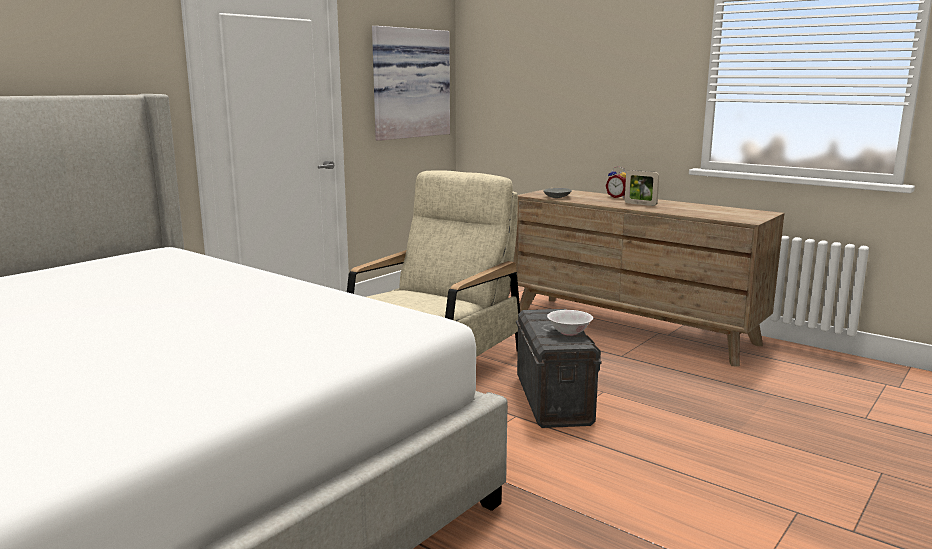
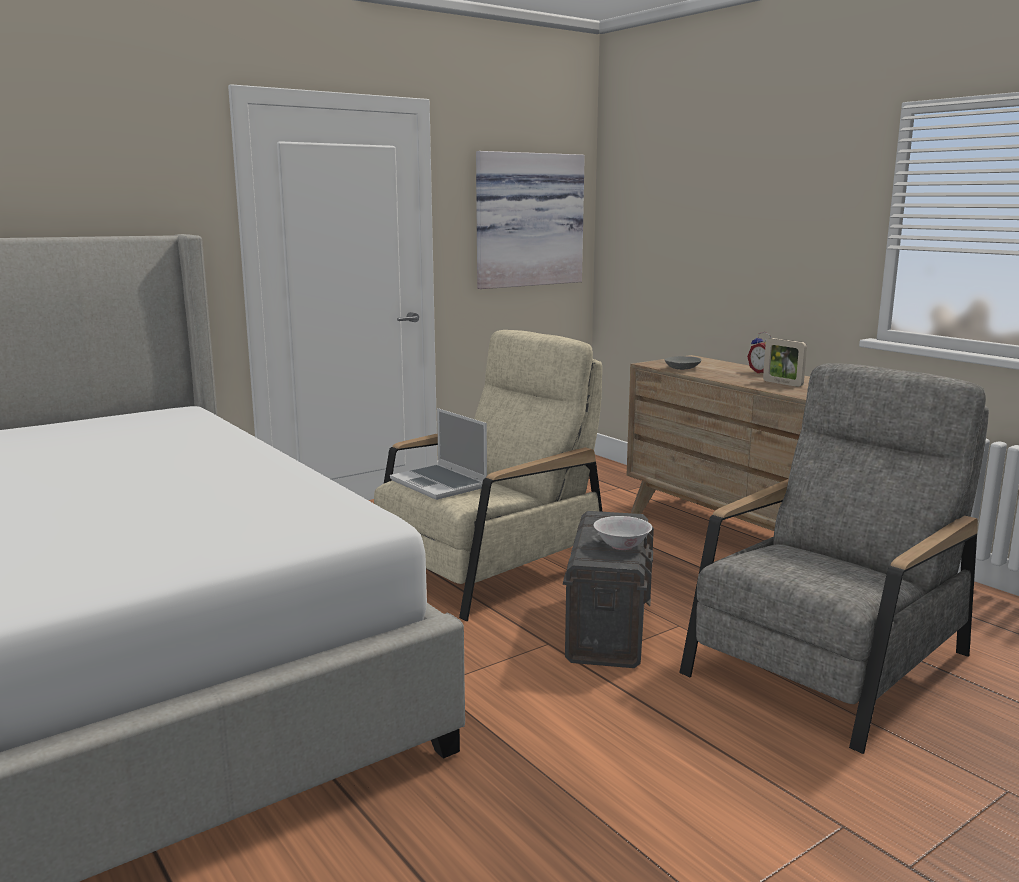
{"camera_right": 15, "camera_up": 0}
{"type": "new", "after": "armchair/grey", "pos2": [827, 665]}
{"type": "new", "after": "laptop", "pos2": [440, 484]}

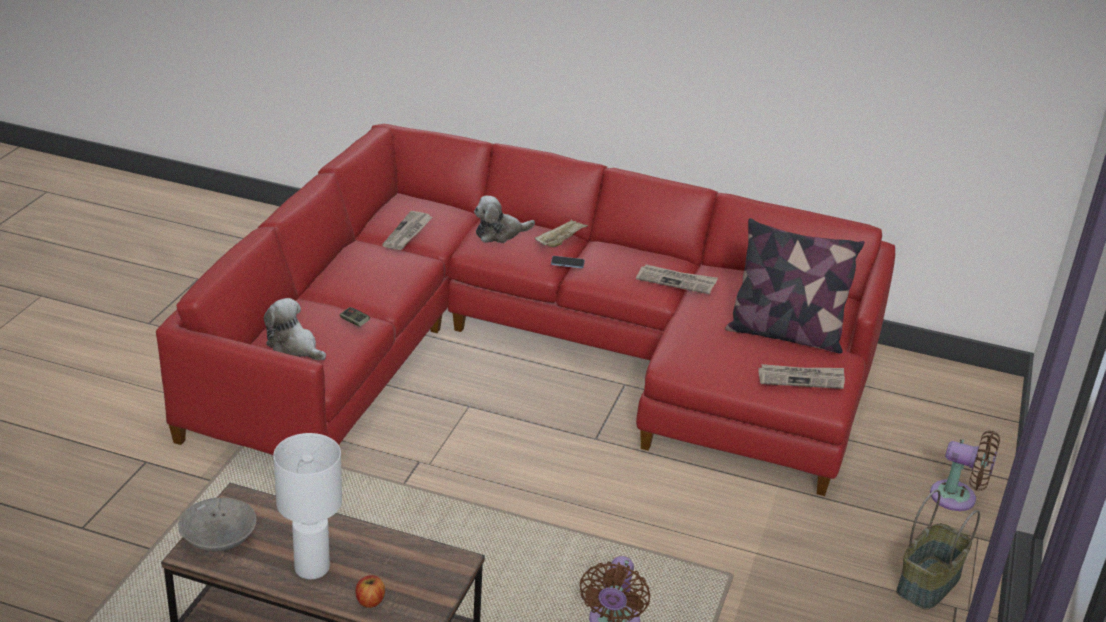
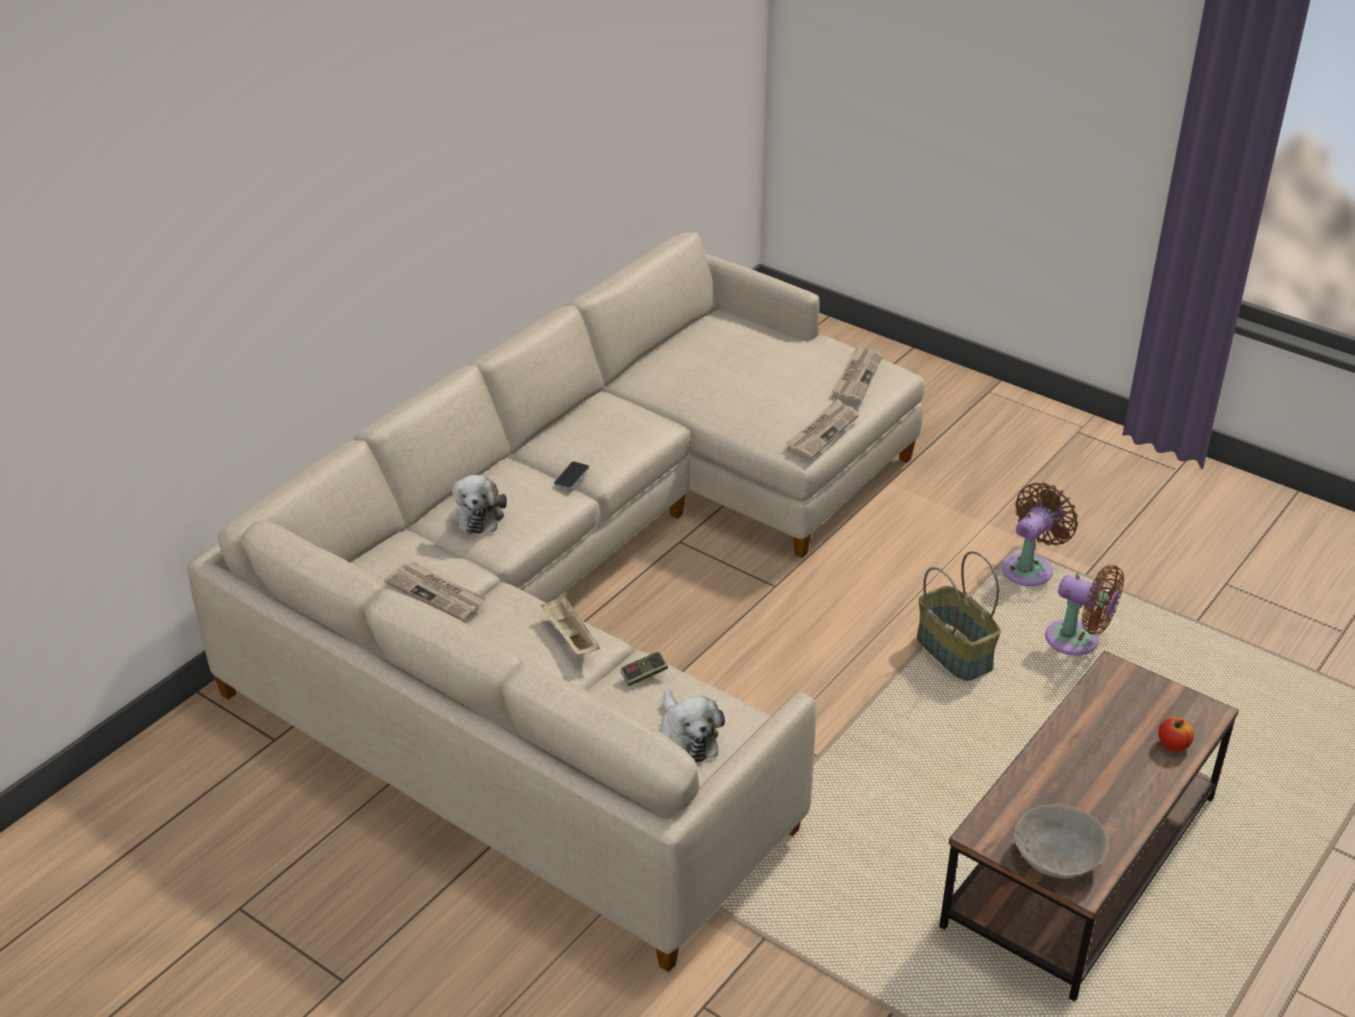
{"camera_right": -70, "camera_up": 5}
{"type": "repainted", "before": "sofa/red", "after": "sofa/beige", "pos1": [535, 354], "pos2": [592, 597]}
{"type": "shifted", "before": "tray/beige", "pos1": [560, 241], "pos2": [569, 637]}
{"type": "gone", "before": "pillow", "pos1": [785, 334]}
{"type": "shifted", "before": "newspaper", "pos1": [676, 281], "pos2": [821, 432]}
{"type": "rotated", "before": "plush toy", "pos1": [294, 347], "pos2": [686, 737], "turn": -75}
{"type": "shifted", "before": "fan/brown", "pos1": [958, 498], "pos2": [1030, 568]}
{"type": "gone", "before": "table lamp/white", "pos1": [313, 568]}
{"type": "shifted", "before": "basket", "pos1": [929, 584], "pos2": [955, 652]}

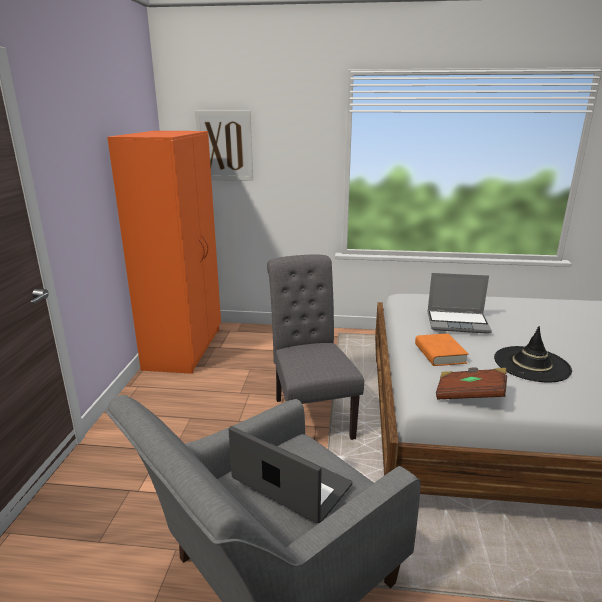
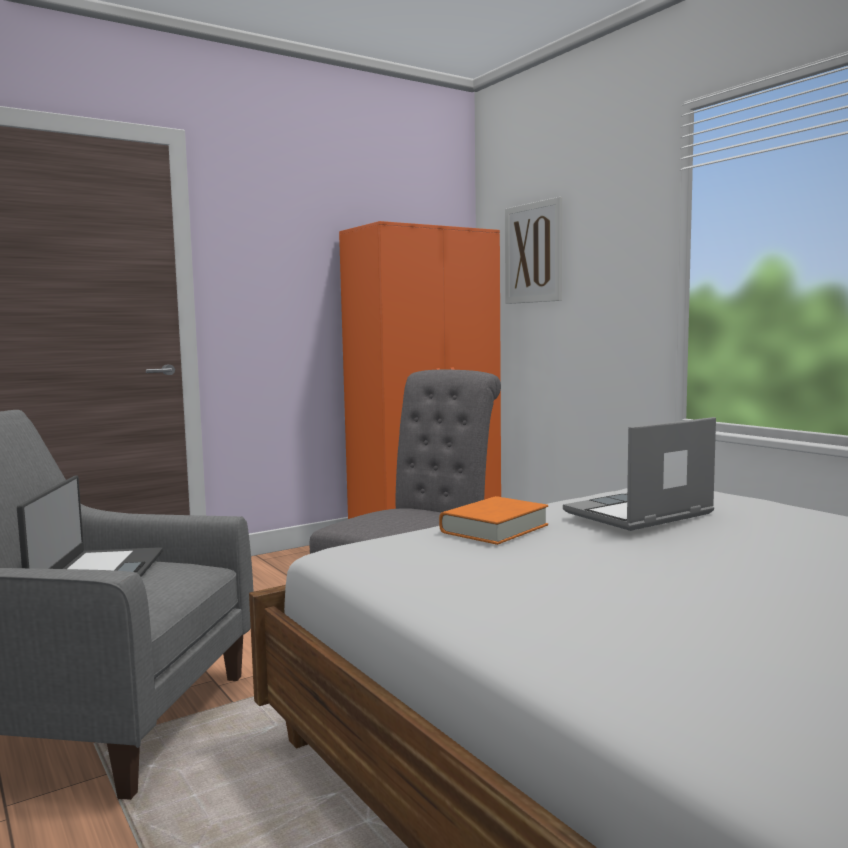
{"camera_right": 50, "camera_up": -15}
{"type": "rotated", "before": "laptop", "pos1": [458, 322], "pos2": [638, 514], "turn": 90}
{"type": "gone", "before": "hat/black", "pos1": [531, 364]}
{"type": "gone", "before": "book/brown", "pos1": [469, 395]}

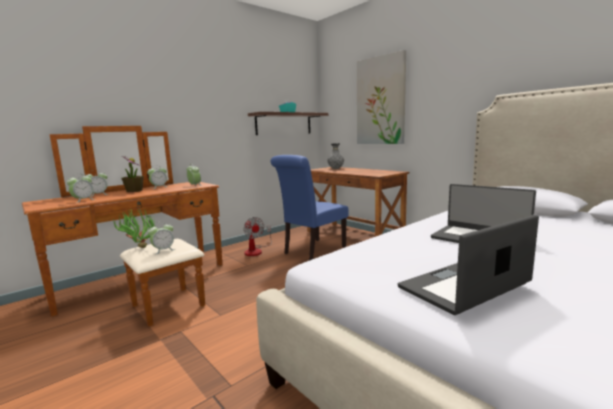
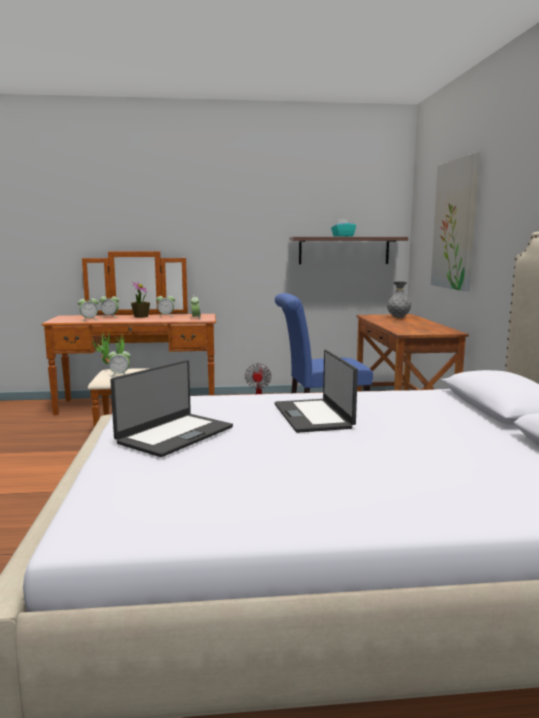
{"camera_right": 35, "camera_up": 0}
{"type": "rotated", "before": "laptop", "pos1": [465, 287], "pos2": [174, 435], "turn": 120}

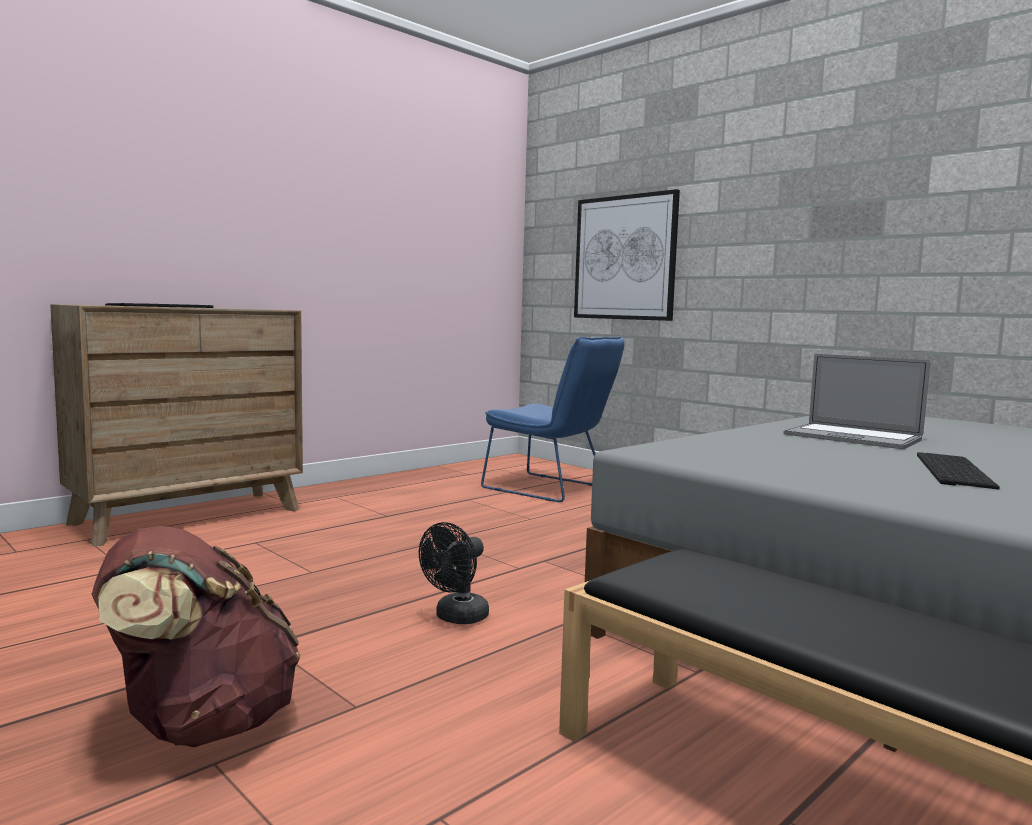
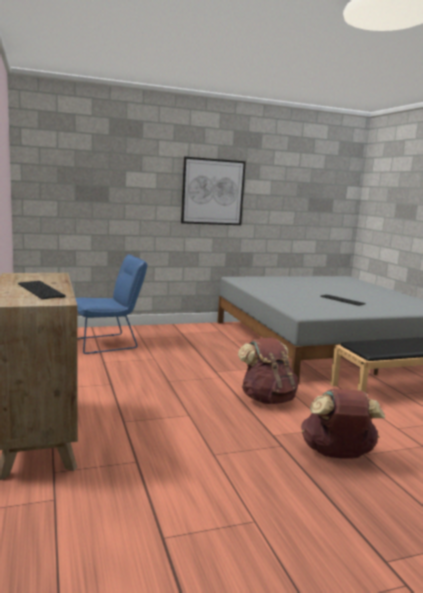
{"camera_right": -65, "camera_up": 5}
{"type": "shifted", "before": "picture", "pos1": [624, 258], "pos2": [213, 192]}
{"type": "gone", "before": "laptop", "pos1": [852, 437]}
{"type": "swapped", "before": "fan/black", "after": "backpack/brown", "pos1": [456, 618], "pos2": [267, 399]}

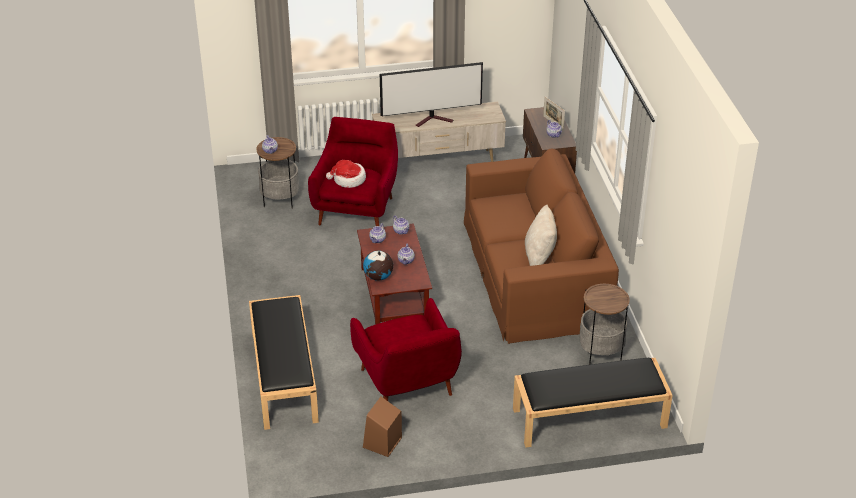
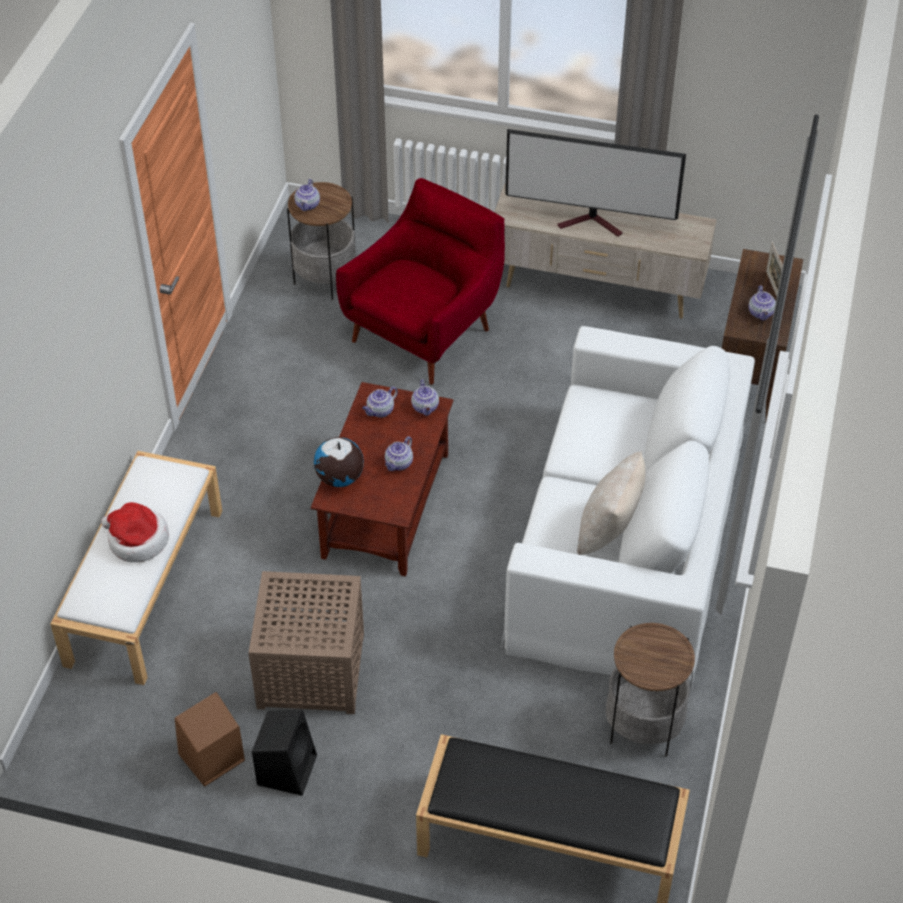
{"camera_right": 25, "camera_up": 10}
{"type": "repainted", "before": "sofa/brown", "after": "sofa/white", "pos1": [535, 273], "pos2": [628, 541]}
{"type": "shifted", "before": "hat", "pos1": [348, 179], "pos2": [137, 540]}
{"type": "repainted", "before": "bench/black", "after": "bench/white", "pos1": [283, 375], "pos2": [145, 584]}
{"type": "swapped", "before": "armchair/red", "after": "side table/brown", "pos1": [407, 386], "pos2": [309, 672]}
{"type": "new", "after": "speaker/black", "pos2": [287, 768]}

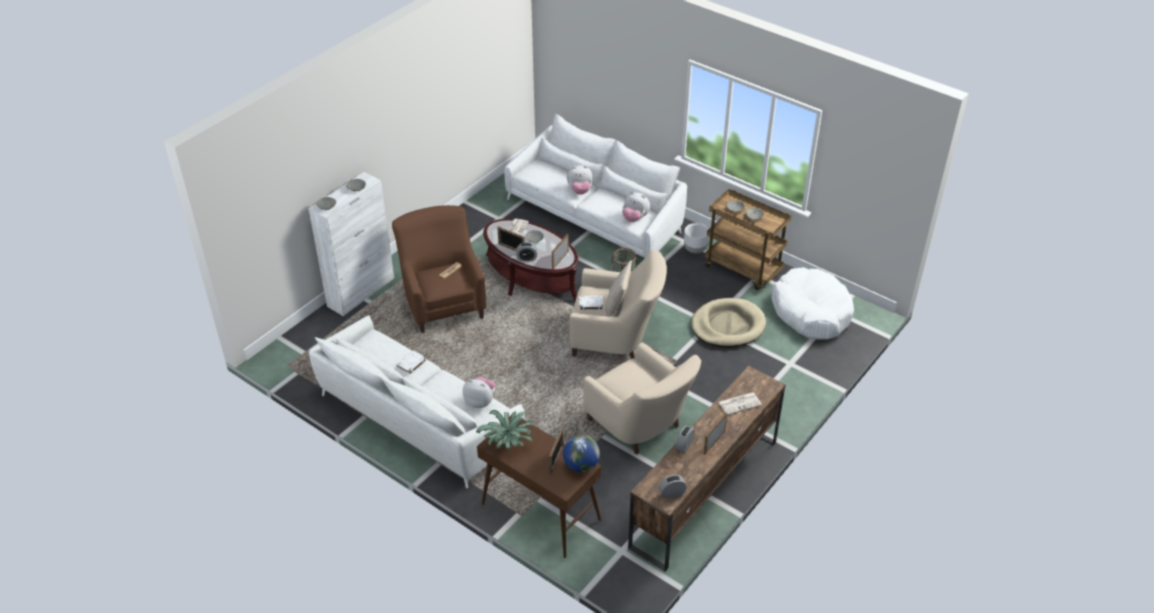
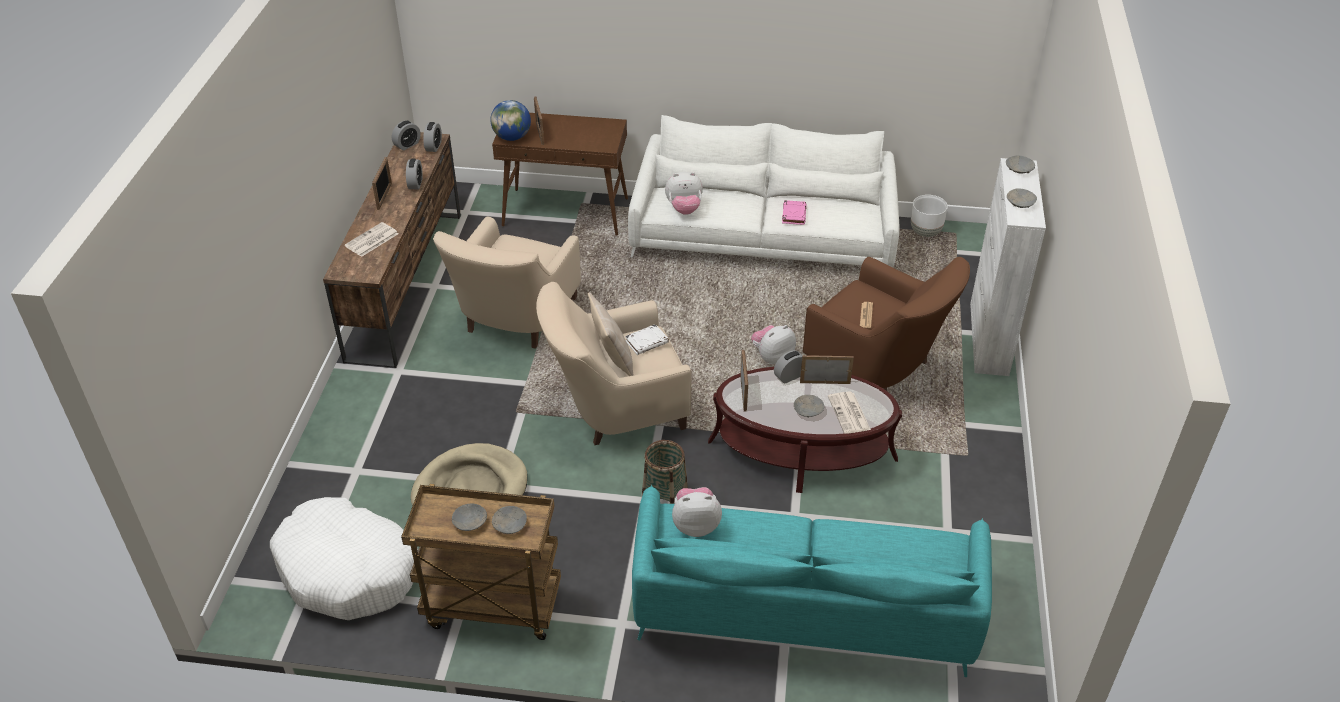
{"camera_right": 150, "camera_up": 0}
{"type": "repainted", "before": "sofa/white", "after": "sofa/turquoise", "pos1": [596, 216], "pos2": [804, 609]}
{"type": "shifted", "before": "plush toy", "pos1": [579, 190], "pos2": [772, 357]}
{"type": "shifted", "before": "planter/white", "pos1": [695, 250], "pos2": [925, 232]}
{"type": "rotated", "before": "armchair/beige", "pos1": [641, 426], "pos2": [514, 320], "turn": -90}
{"type": "repainted", "before": "book/white", "after": "book/pink", "pos1": [411, 364], "pos2": [793, 214]}
{"type": "gone", "before": "potted plant", "pos1": [508, 443]}
{"type": "new", "after": "alarm clock", "pos2": [434, 146]}

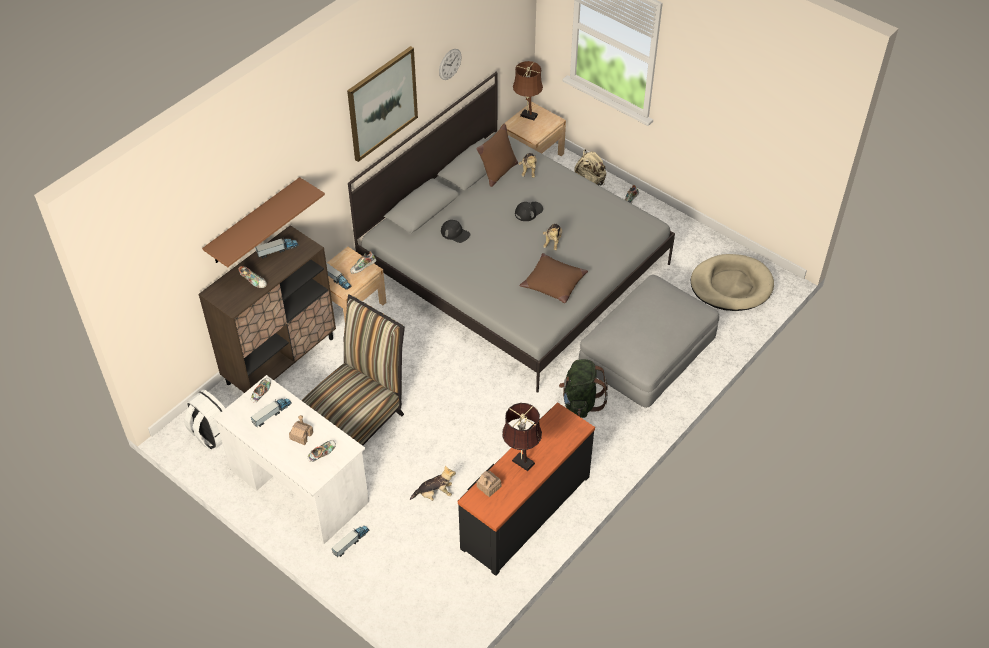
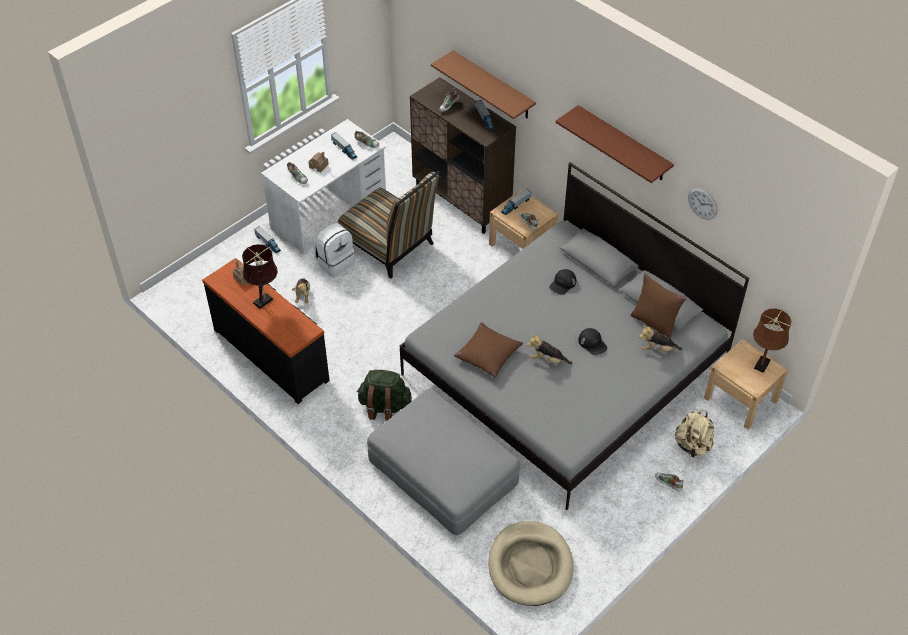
{"camera_right": 95, "camera_up": 0}
{"type": "swapped", "before": "picture", "after": "shelf/brown", "pos1": [382, 103], "pos2": [623, 144]}
{"type": "shifted", "before": "backpack/white", "pos1": [212, 433], "pos2": [335, 262]}

